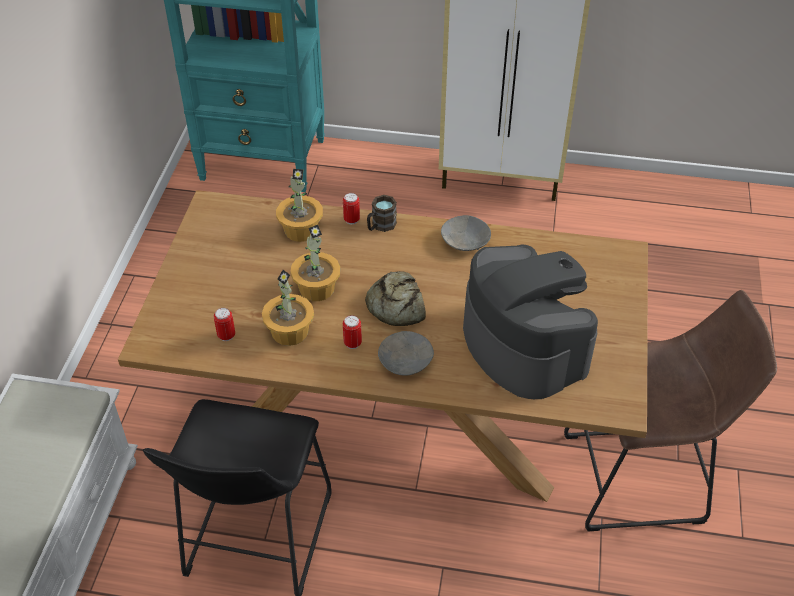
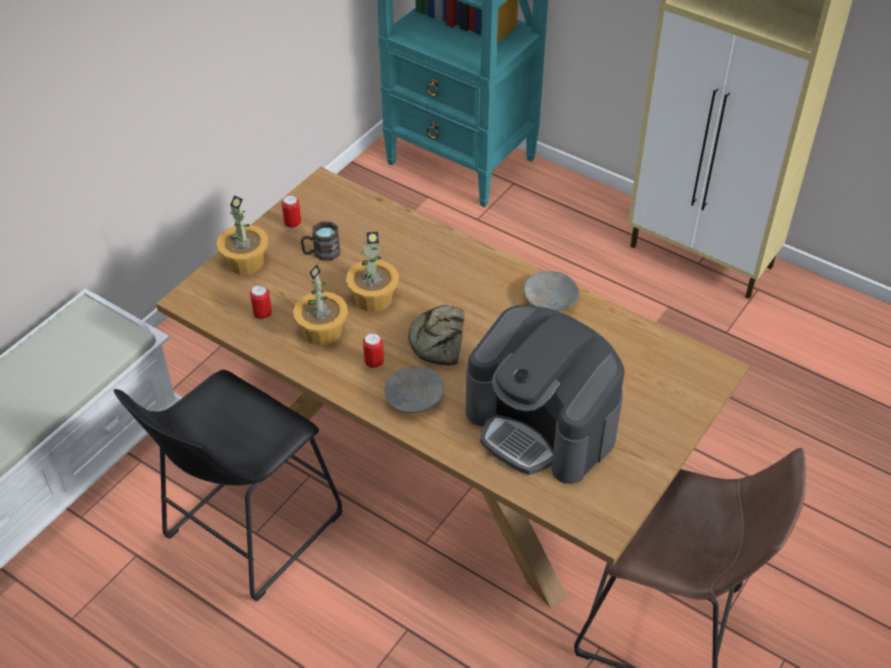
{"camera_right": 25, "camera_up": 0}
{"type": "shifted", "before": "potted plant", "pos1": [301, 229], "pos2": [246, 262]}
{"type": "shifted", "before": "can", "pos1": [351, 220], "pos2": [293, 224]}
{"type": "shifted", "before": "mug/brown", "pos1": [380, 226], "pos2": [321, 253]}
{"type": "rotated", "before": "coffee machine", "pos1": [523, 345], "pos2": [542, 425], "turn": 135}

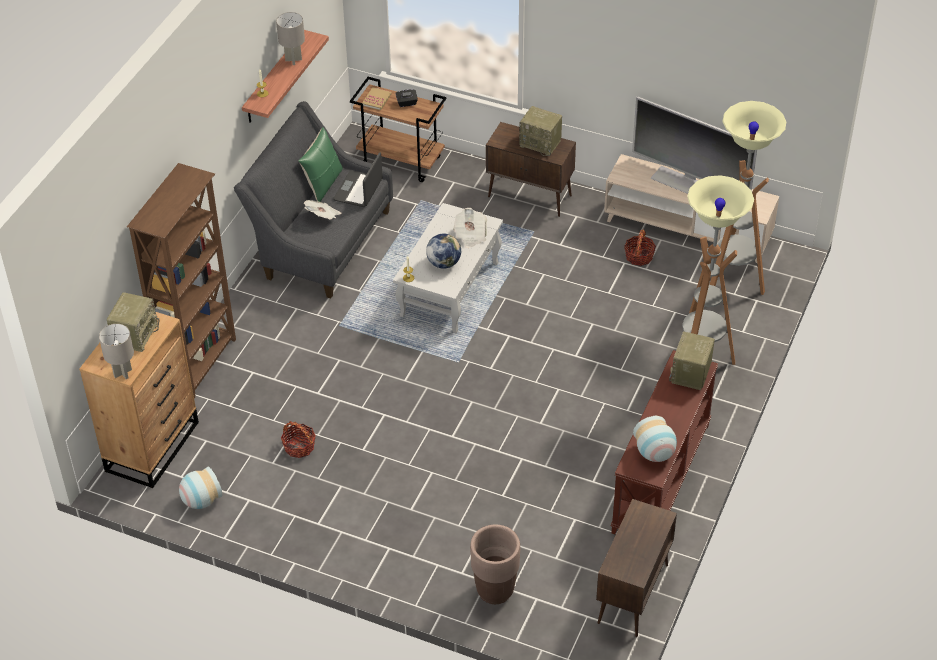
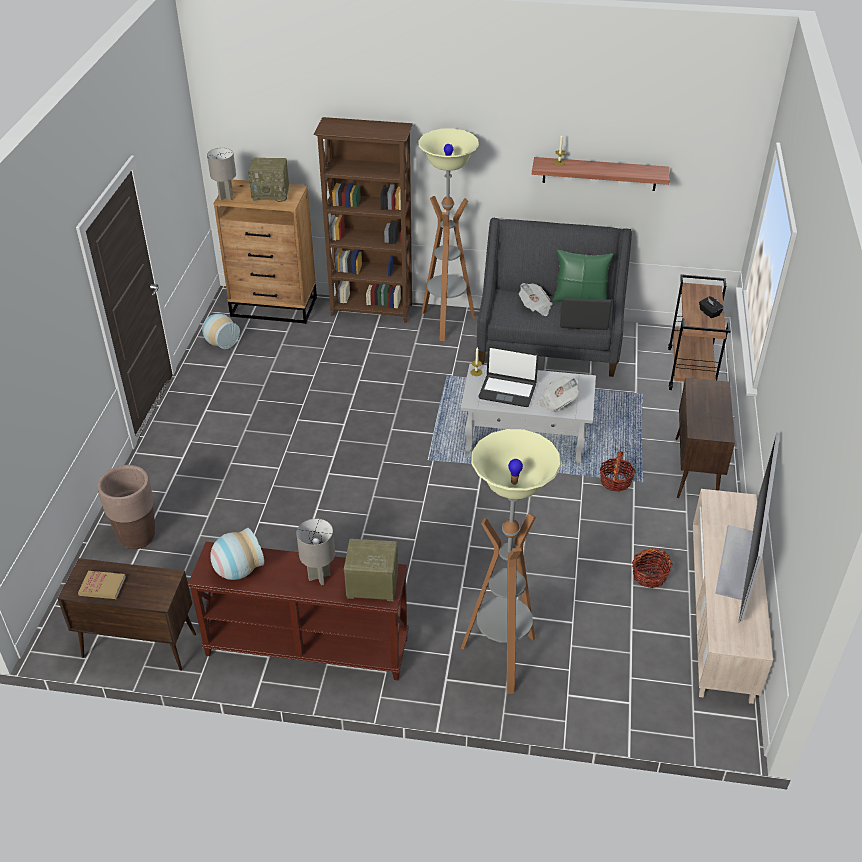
{"camera_right": 75, "camera_up": -5}
{"type": "shifted", "before": "table lamp/grey", "pos1": [293, 59], "pos2": [319, 576]}
{"type": "shifted", "before": "book", "pos1": [376, 100], "pos2": [102, 586]}
{"type": "shifted", "before": "floor lamp", "pos1": [732, 284], "pos2": [446, 323]}
{"type": "gone", "before": "radio", "pos1": [541, 143]}
{"type": "swapped", "before": "globe", "after": "laptop", "pos1": [444, 263], "pos2": [507, 391]}
{"type": "shifted", "before": "basket", "pos1": [299, 447], "pos2": [615, 481]}

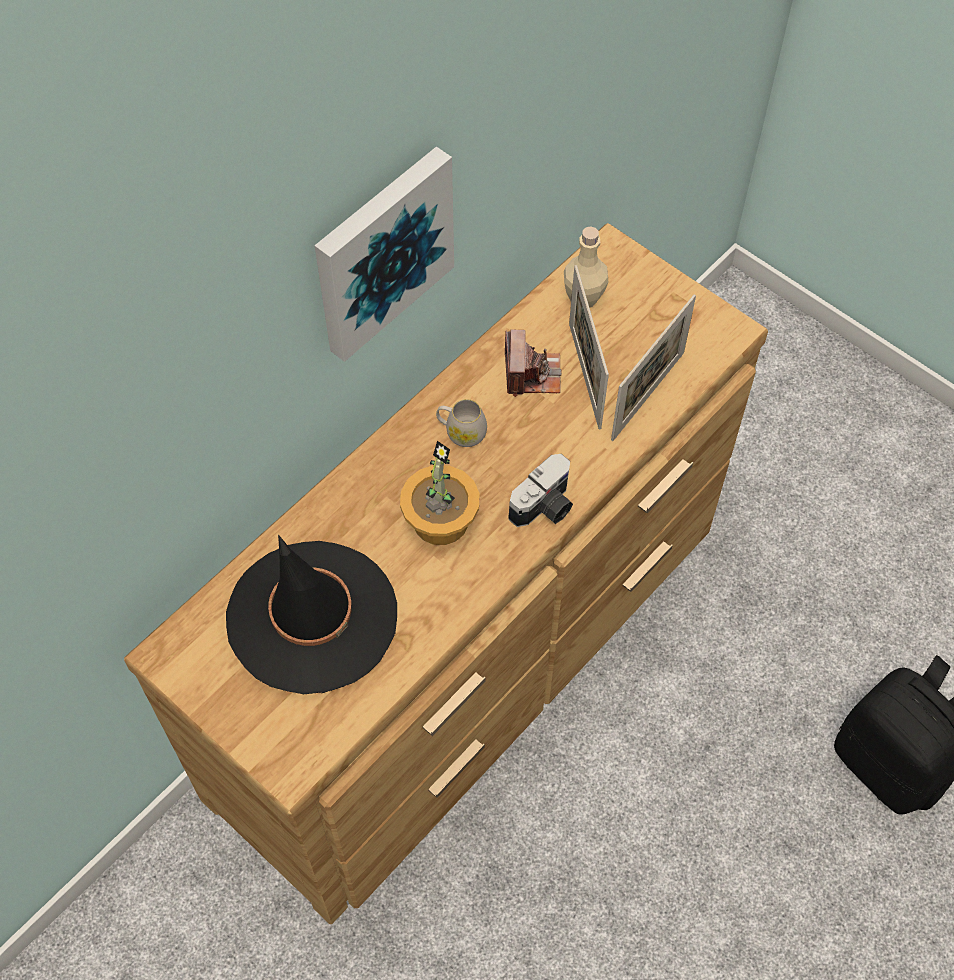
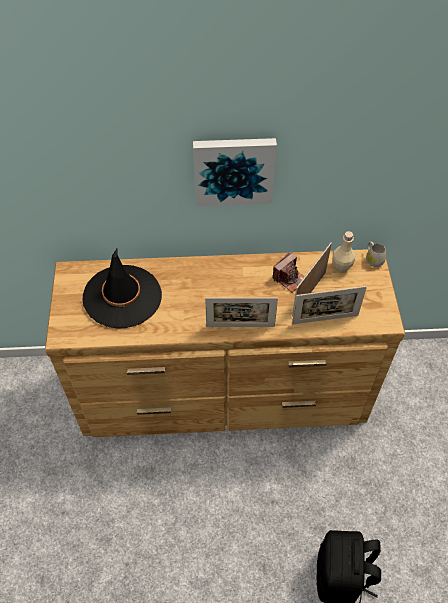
{"camera_right": 45, "camera_up": -5}
{"type": "shifted", "before": "mug/white", "pos1": [461, 432], "pos2": [373, 259]}
{"type": "gone", "before": "potted plant", "pos1": [439, 520]}
{"type": "swapped", "before": "photo camera", "after": "picture frame", "pos1": [545, 507], "pos2": [240, 326]}

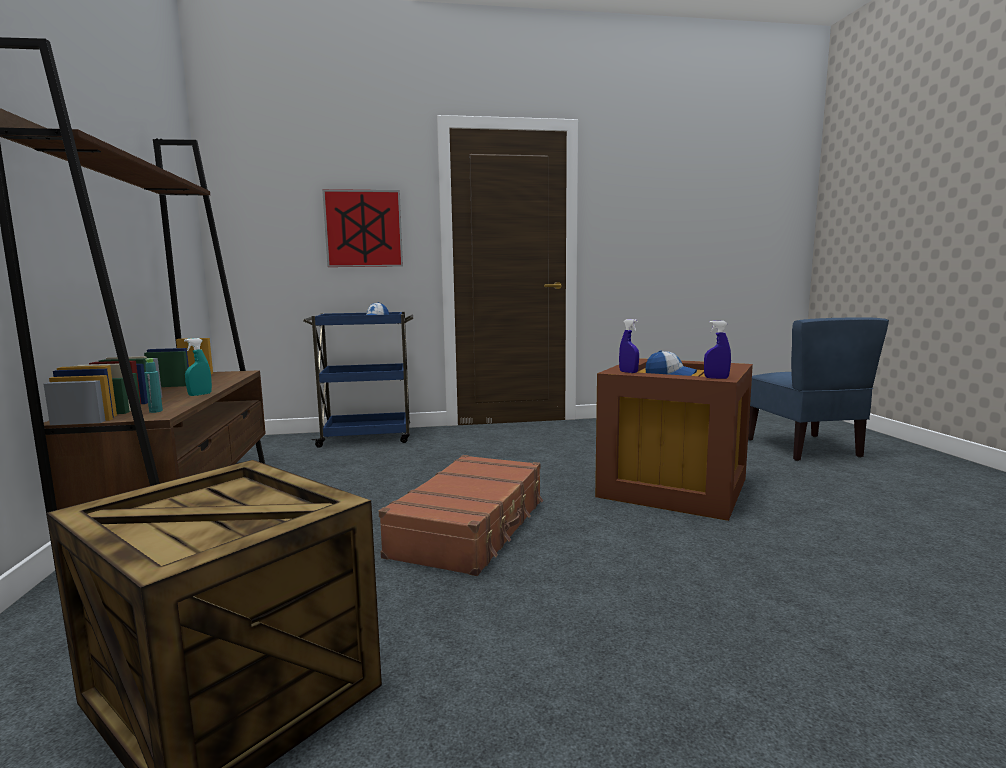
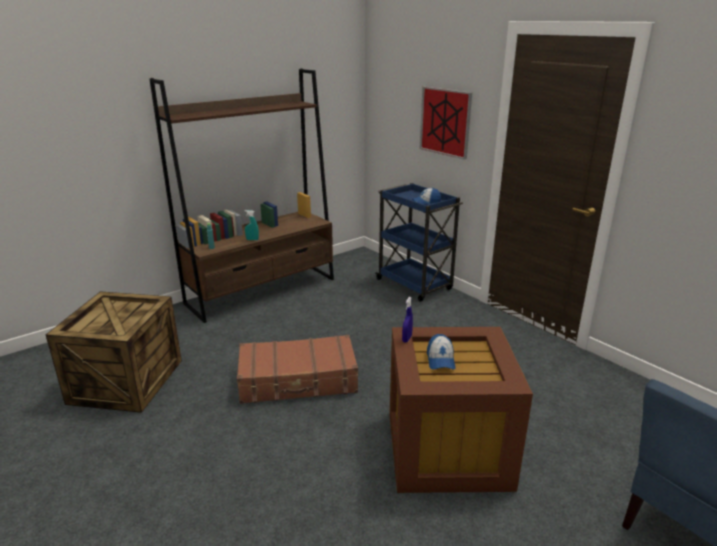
{"camera_right": 60, "camera_up": 15}
{"type": "gone", "before": "spray bottle/blue", "pos1": [716, 378]}

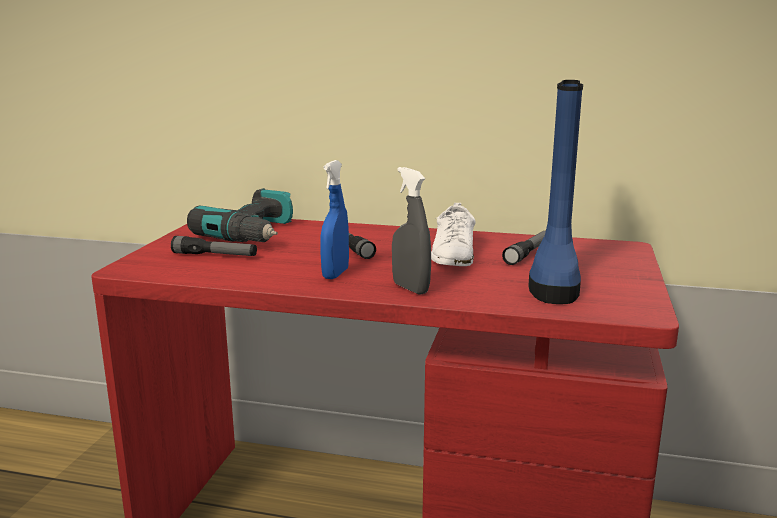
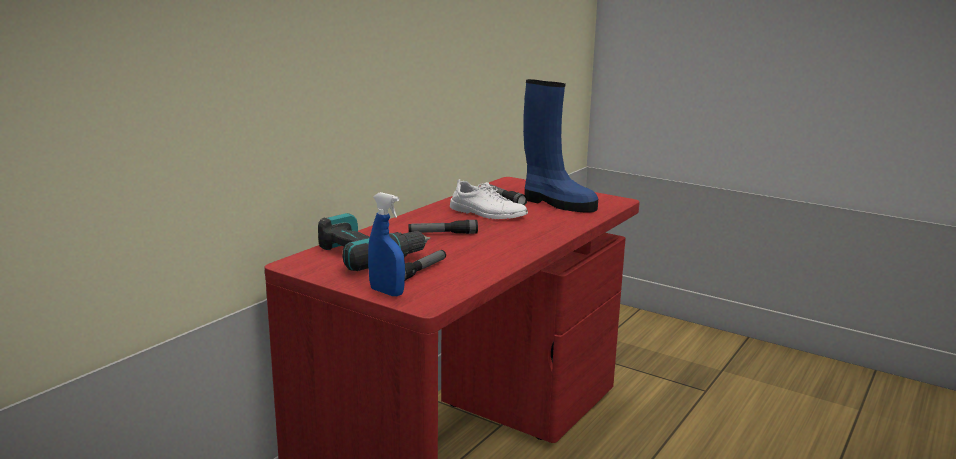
{"camera_right": -70, "camera_up": 0}
{"type": "shifted", "before": "spray bottle/blue", "pos1": [335, 274], "pos2": [387, 292]}
{"type": "gone", "before": "spray bottle/grey", "pos1": [410, 288]}

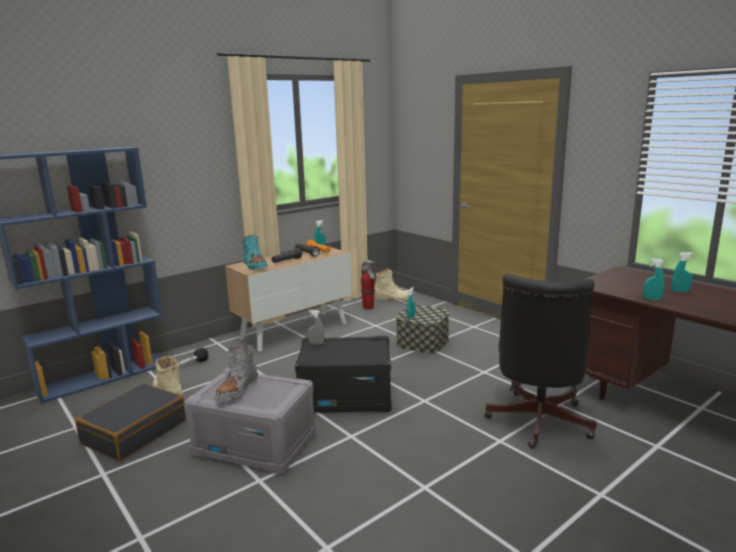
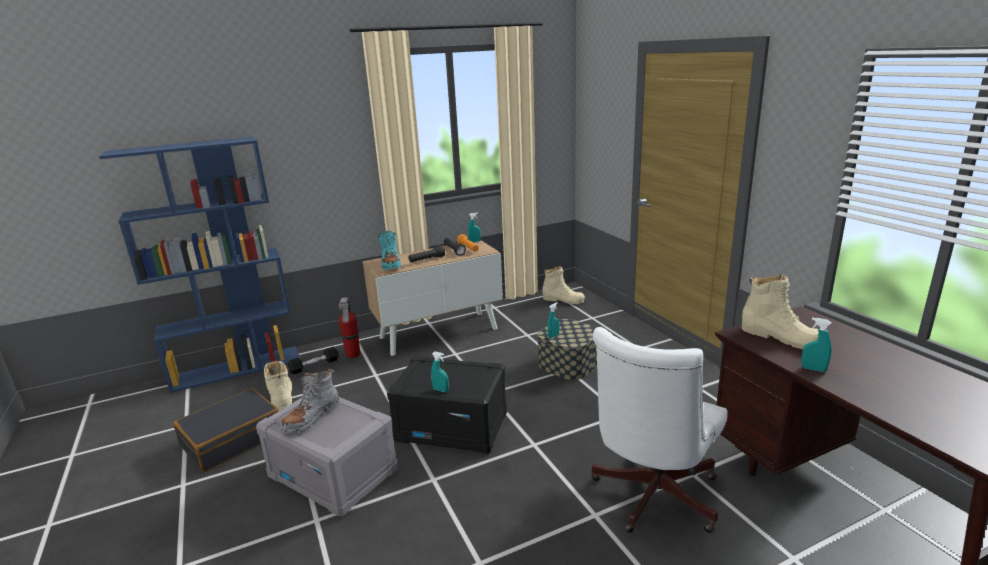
{"camera_right": 15, "camera_up": 5}
{"type": "shifted", "before": "spray bottle/turquoise", "pos1": [680, 291], "pos2": [440, 390]}
{"type": "shifted", "before": "fire extinguisher", "pos1": [368, 307], "pos2": [353, 355]}
{"type": "repainted", "before": "office chair/black", "after": "office chair/white", "pos1": [537, 423], "pos2": [651, 498]}
{"type": "gone", "before": "spray bottle/grey", "pos1": [316, 344]}
{"type": "new", "after": "boot/beige", "pos2": [781, 337]}

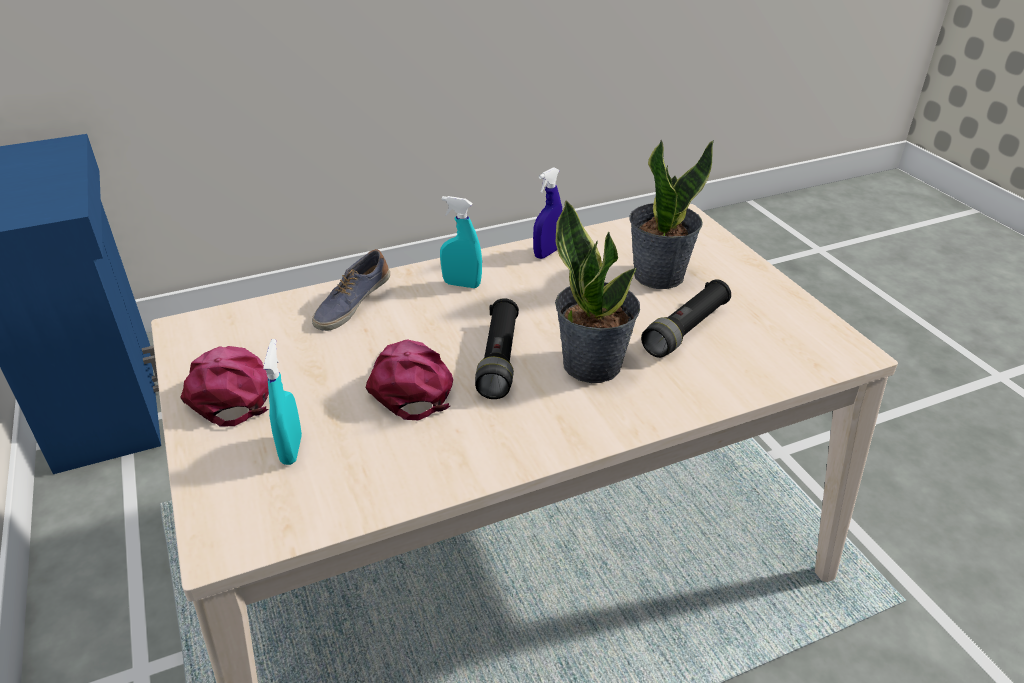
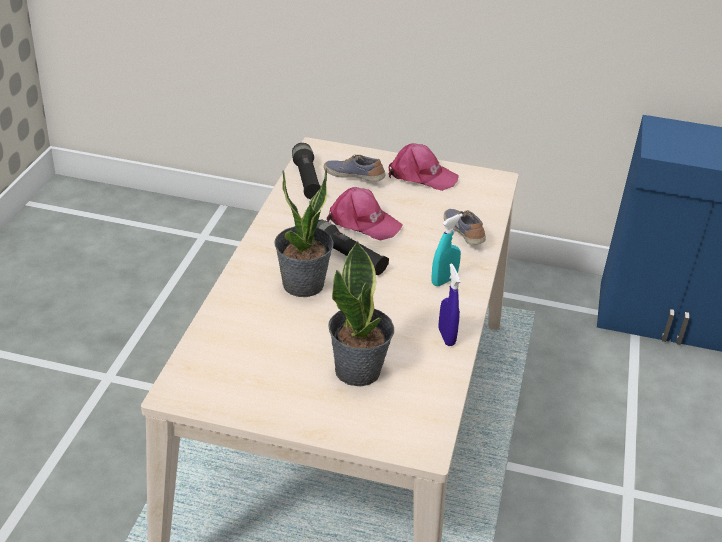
{"camera_right": 125, "camera_up": 0}
{"type": "shifted", "before": "flashlight/black", "pos1": [686, 329], "pos2": [306, 180]}
{"type": "swapped", "before": "spray bottle/turquoise", "after": "shoe", "pos1": [291, 449], "pos2": [354, 177]}

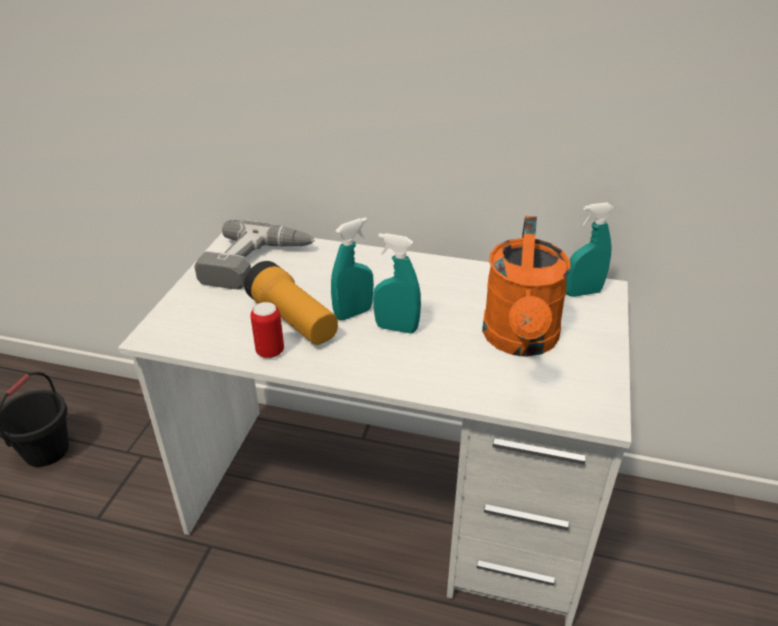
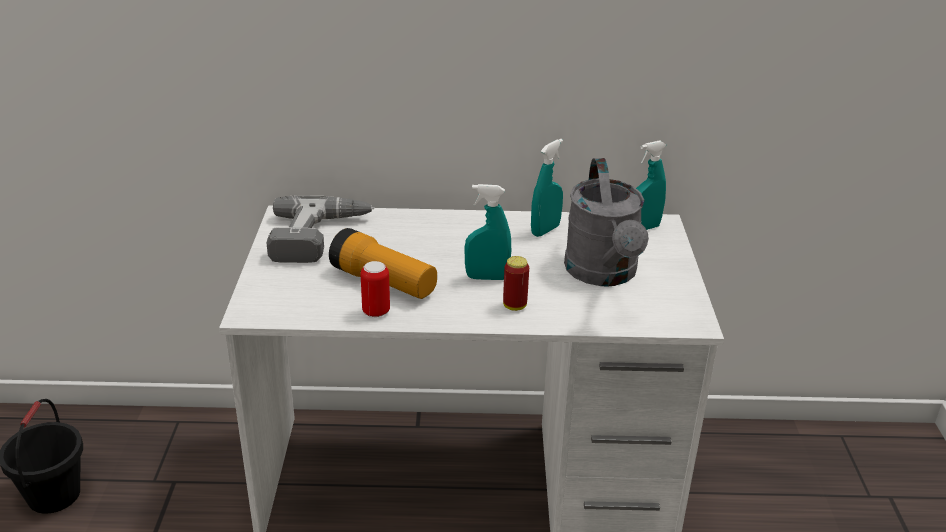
{"camera_right": -15, "camera_up": -5}
{"type": "repainted", "before": "watering can/orange", "after": "watering can/grey", "pos1": [520, 341], "pos2": [604, 274]}
{"type": "shifted", "before": "spray bottle/turquoise", "pos1": [353, 313], "pos2": [545, 230]}
{"type": "new", "after": "can", "pos2": [514, 306]}

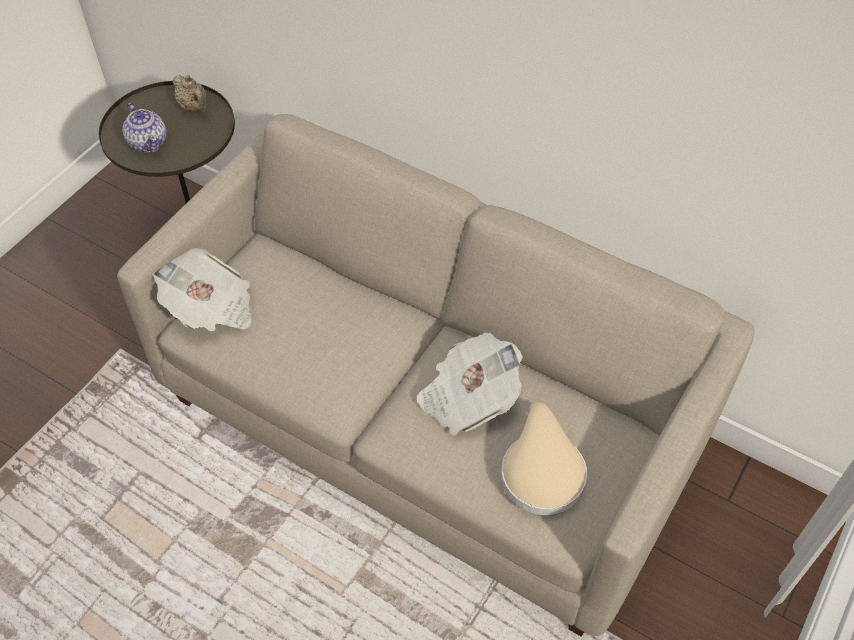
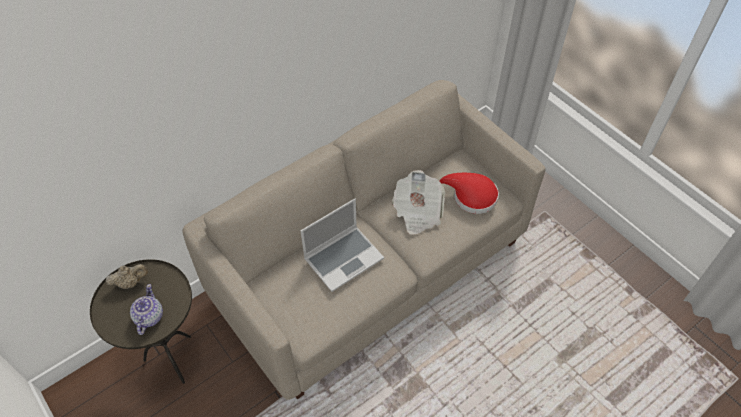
{"camera_right": -70, "camera_up": 0}
{"type": "rotated", "before": "teapot", "pos1": [148, 142], "pos2": [149, 317], "turn": -75}
{"type": "gone", "before": "newspaper", "pos1": [210, 308]}
{"type": "repainted", "before": "hat/beige", "after": "hat/red", "pos1": [541, 470], "pos2": [471, 196]}
{"type": "new", "after": "laptop", "pos2": [344, 258]}

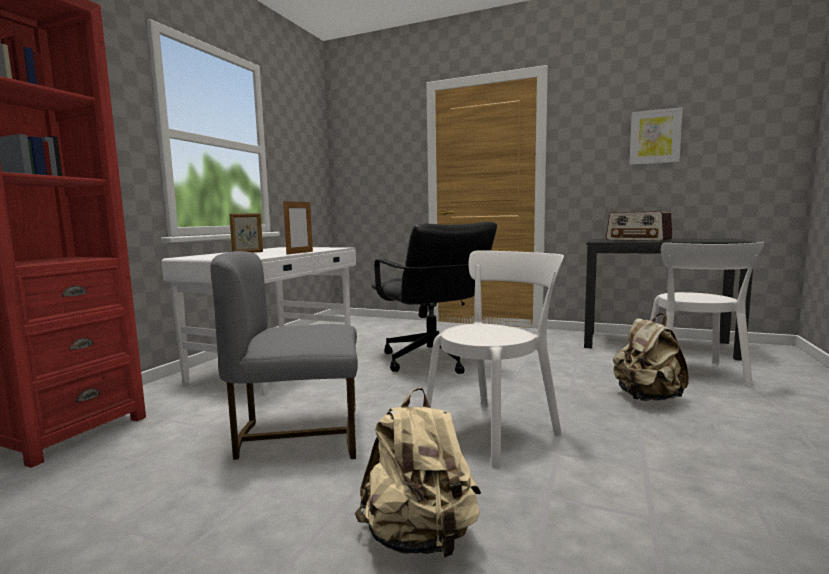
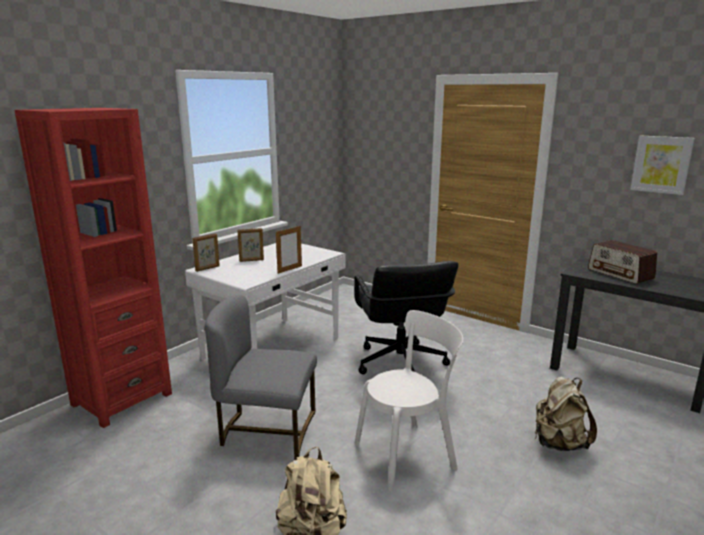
{"camera_right": 15, "camera_up": 10}
{"type": "gone", "before": "chair/white", "pos1": [694, 374]}
{"type": "new", "after": "picture frame", "pos2": [208, 268]}

